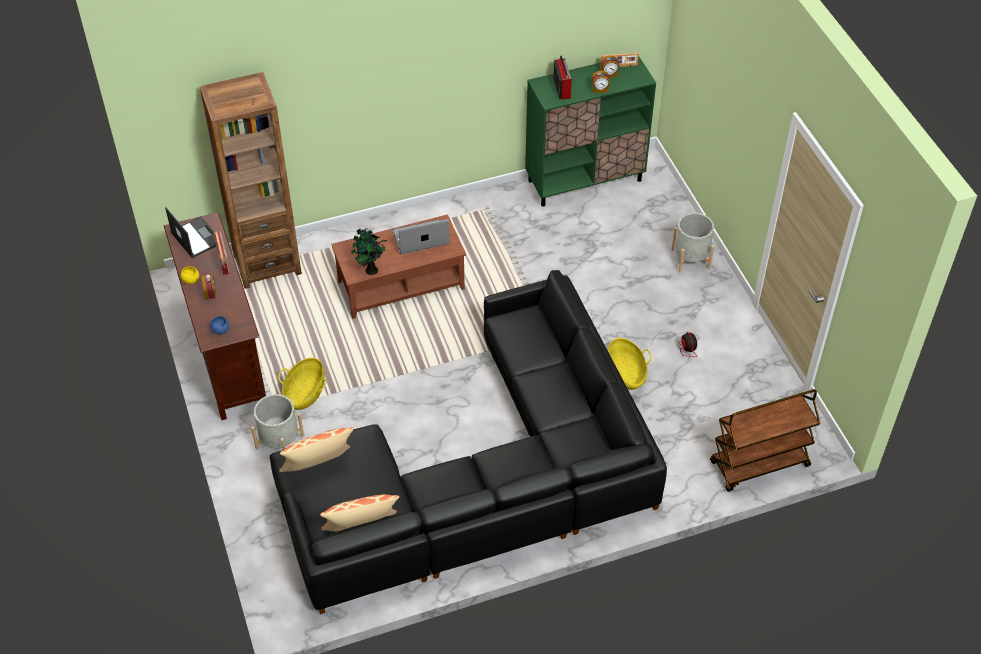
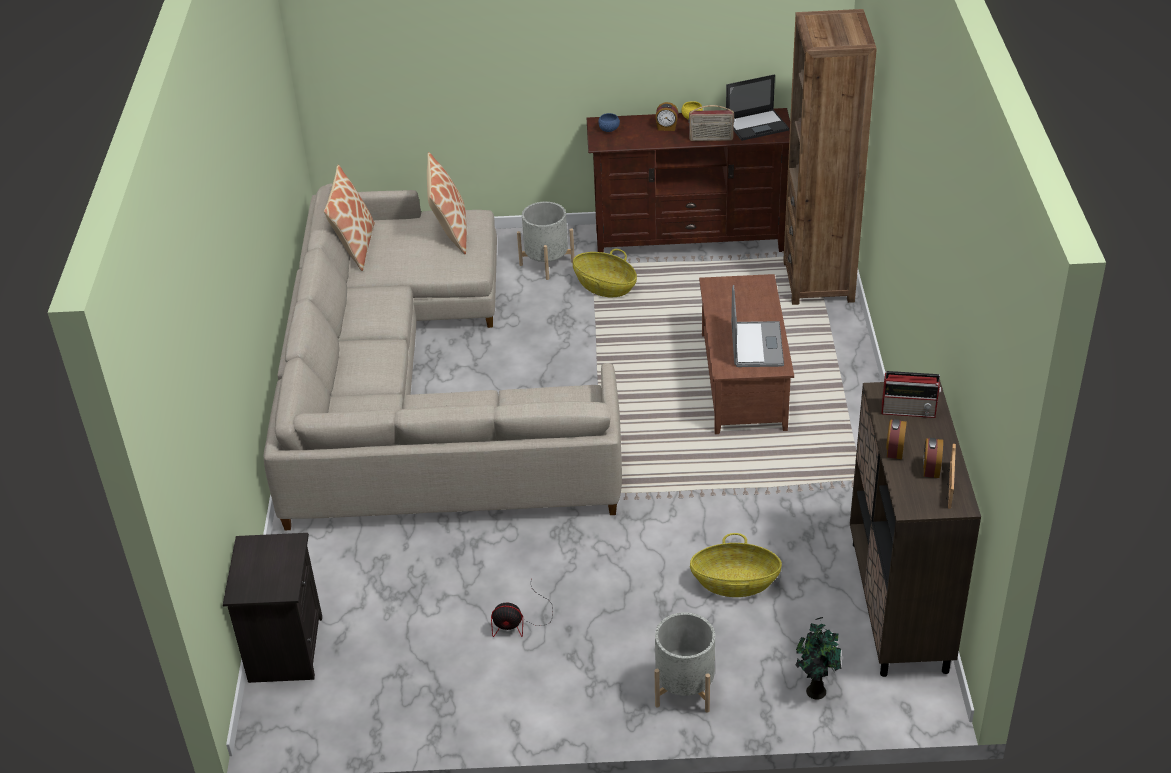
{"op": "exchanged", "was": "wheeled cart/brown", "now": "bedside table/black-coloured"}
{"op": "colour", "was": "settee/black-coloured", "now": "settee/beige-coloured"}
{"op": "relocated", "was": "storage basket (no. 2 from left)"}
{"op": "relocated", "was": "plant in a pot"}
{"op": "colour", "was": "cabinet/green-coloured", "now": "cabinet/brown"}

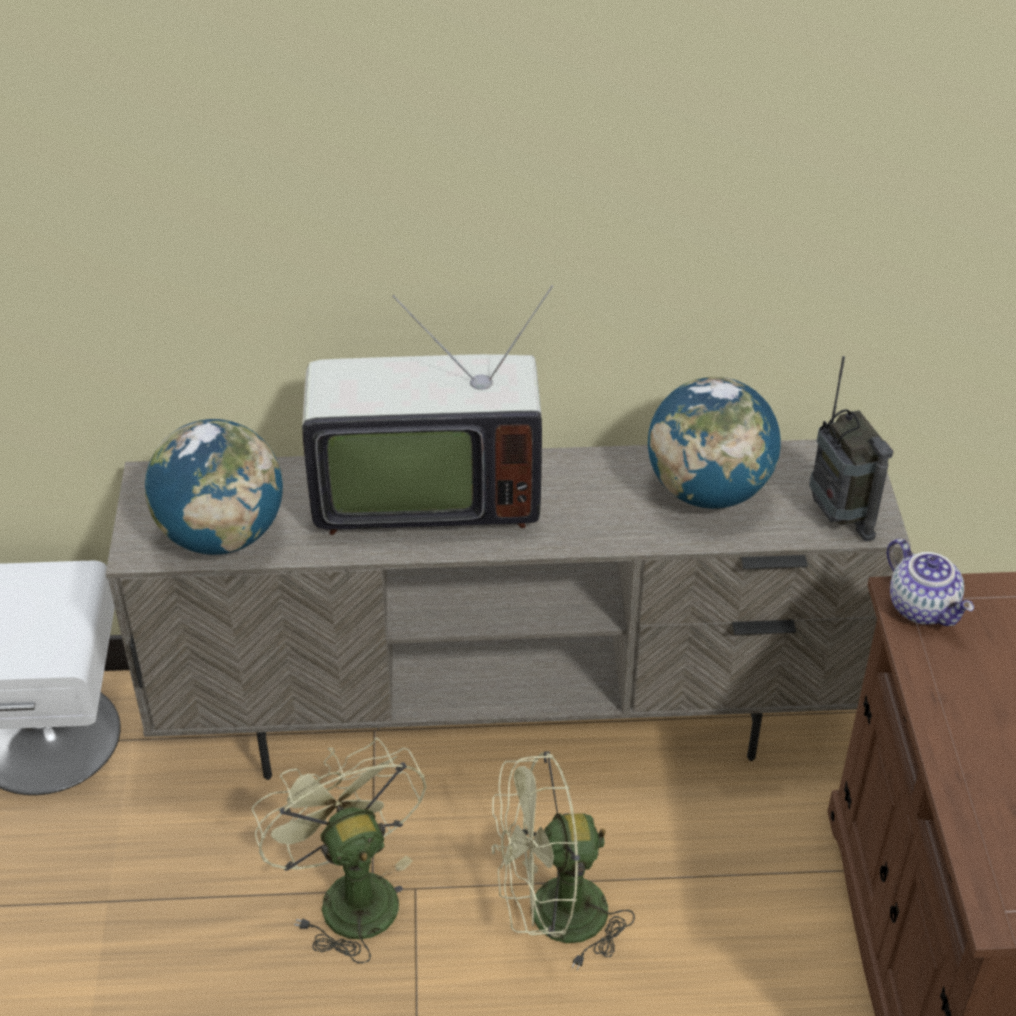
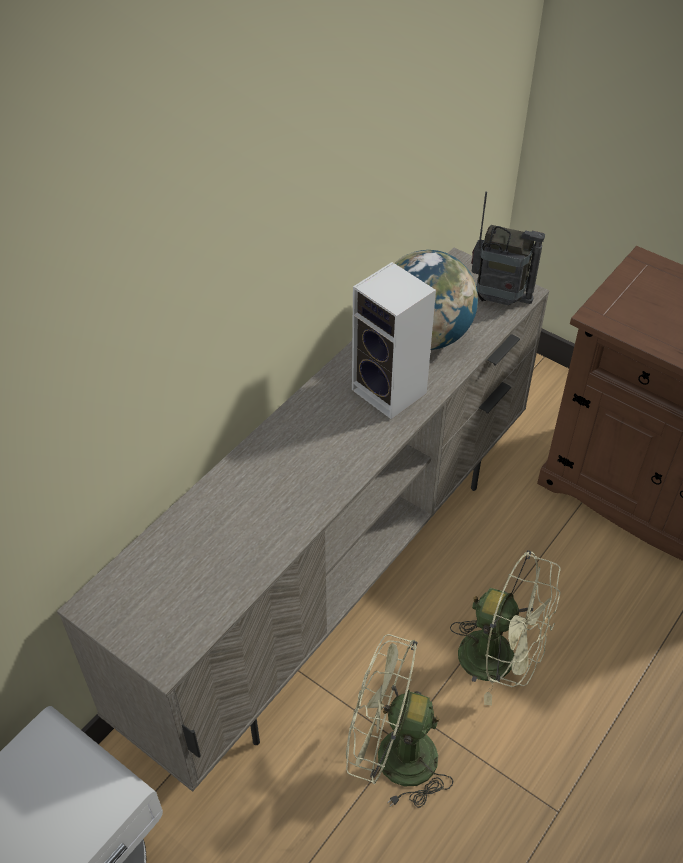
{"op": "appeared", "now": "speaker"}
{"op": "spun", "was": "cooling fan/green-coloured (no. 2 from left)", "clockwise": -90}
{"op": "missing", "was": "desk globe (no. 1 from left)"}
{"op": "missing", "was": "TV set"}
{"op": "missing", "was": "pot for tea"}

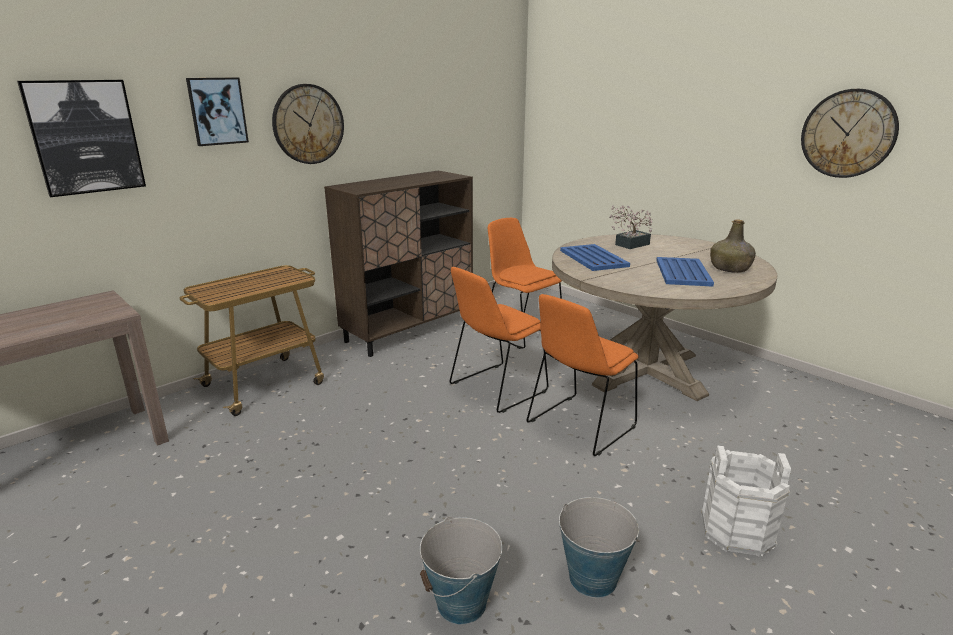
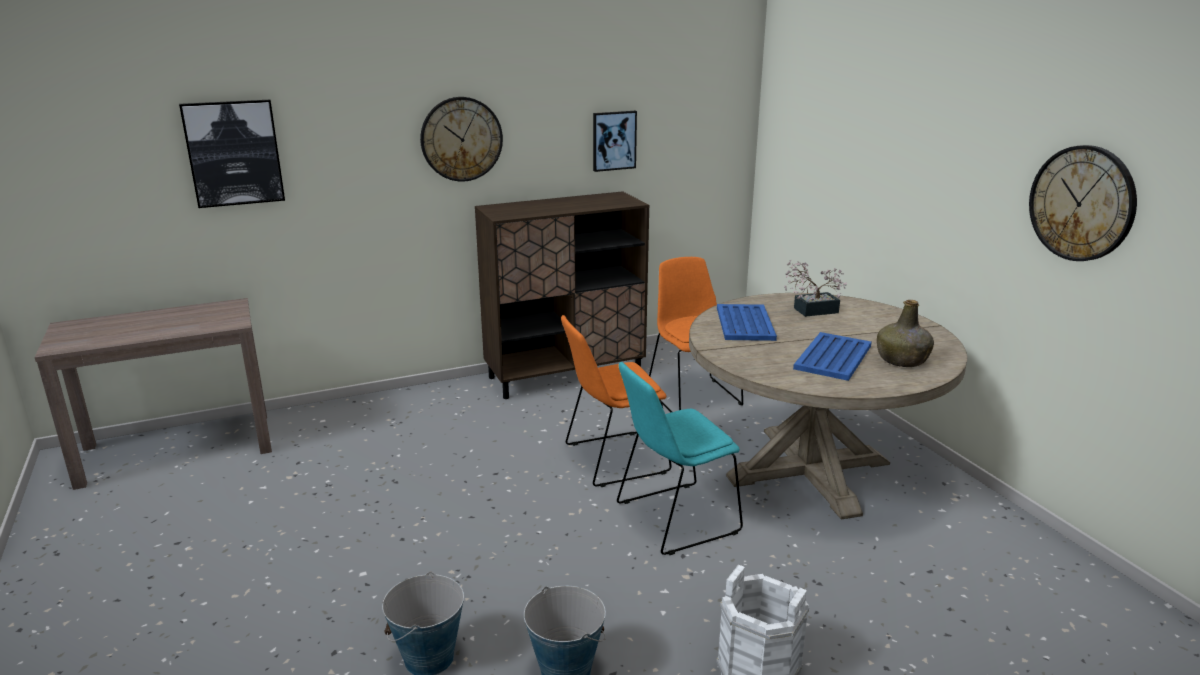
{"op": "relocated", "was": "wall art (no. 2 from left)"}
{"op": "colour", "was": "upright chair/orangey (no. 3 from left)", "now": "upright chair/blue-green"}
{"op": "missing", "was": "wheeled cart"}

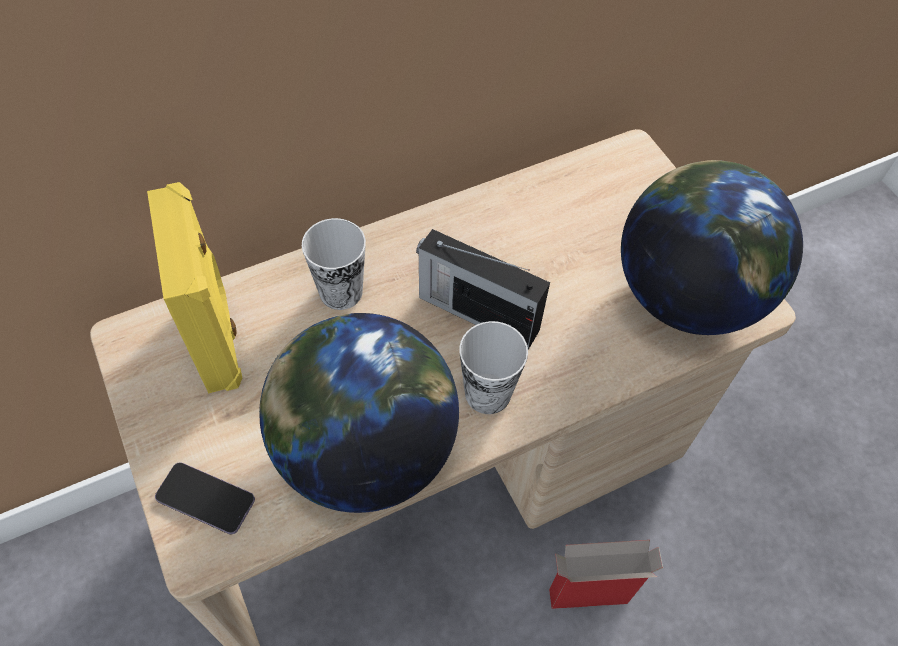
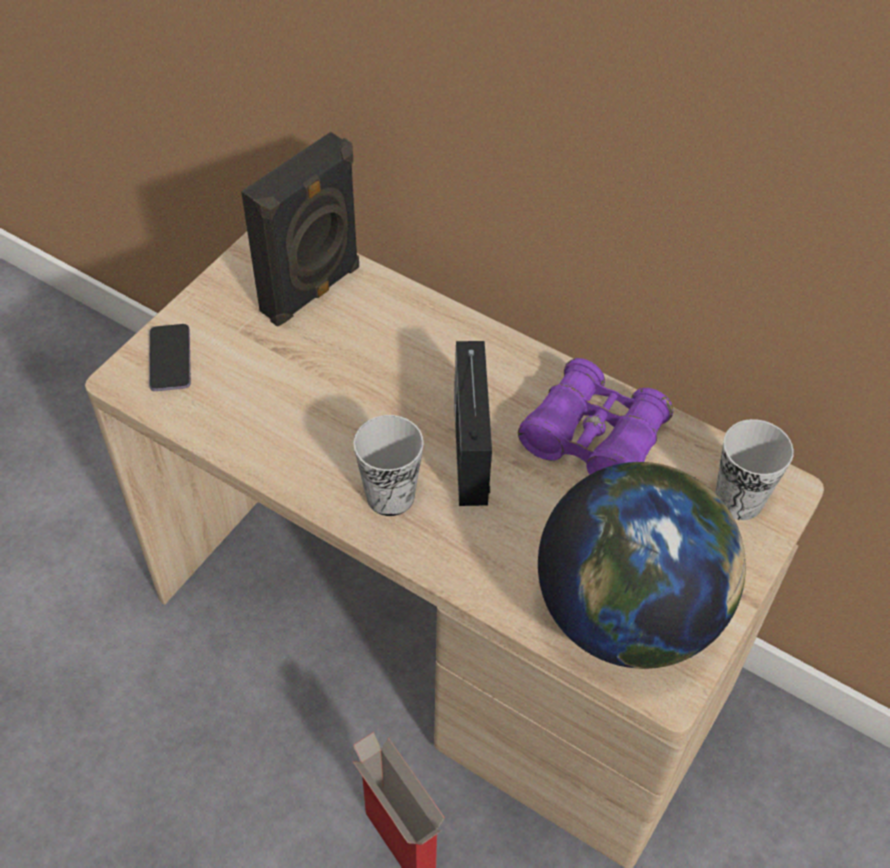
{"op": "colour", "was": "speaker/yellow-coloured", "now": "speaker/black-coloured"}
{"op": "appeared", "now": "pair of binoculars/purplish"}
{"op": "relocated", "was": "cup (no. 1 from left in the first image)", "now": "cup (no. 2 from left)"}
{"op": "missing", "was": "desk globe (no. 1 from left)"}

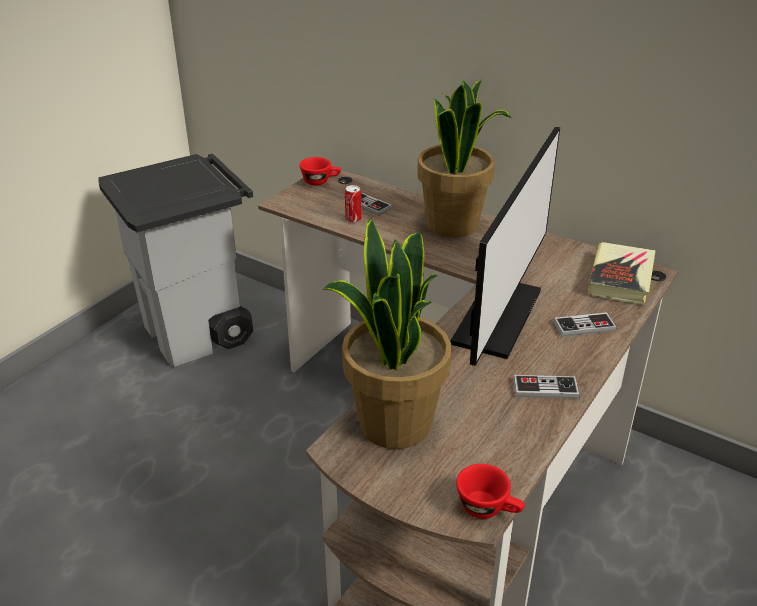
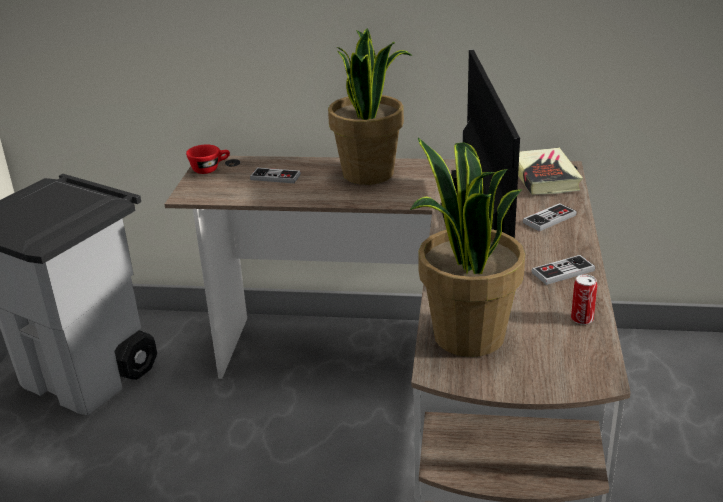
{"op": "relocated", "was": "metal can"}
{"op": "missing", "was": "cup/red-coloured (no. 2 from left)"}

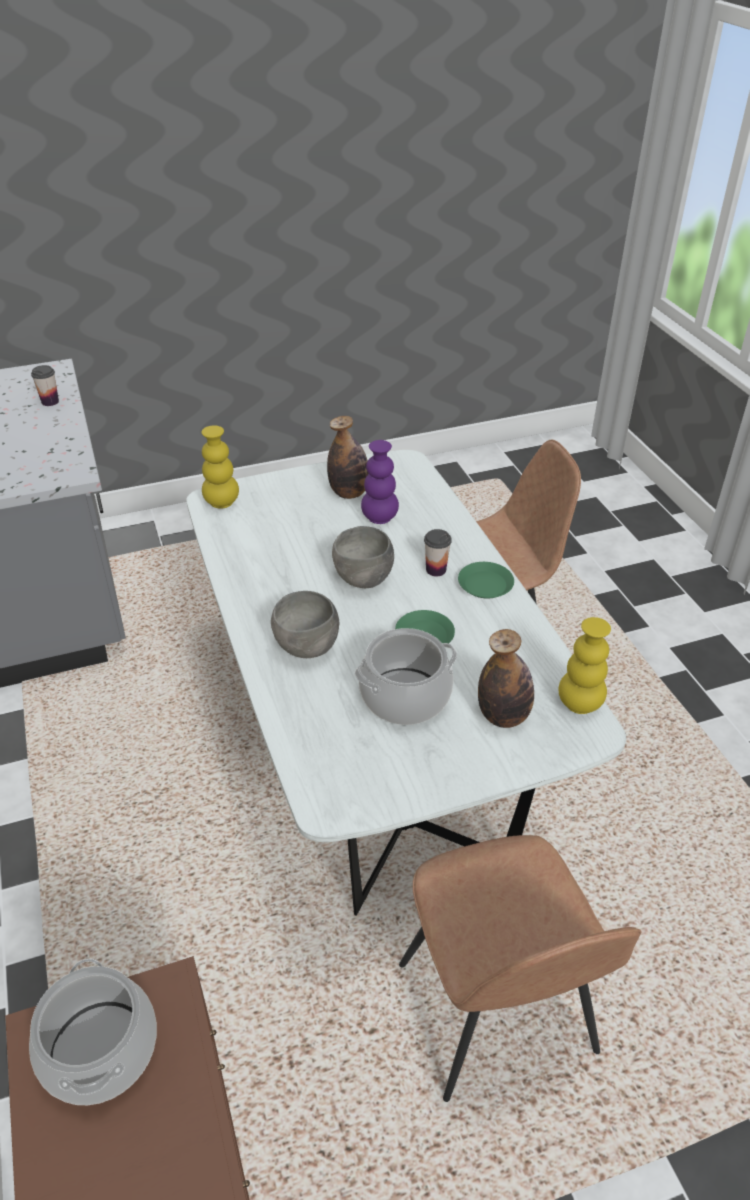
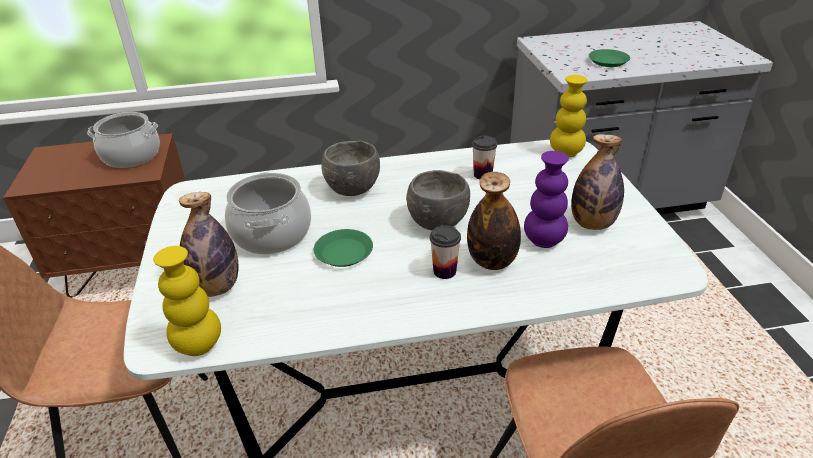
{"op": "appeared", "now": "bottle (no. 2 from left)"}
{"op": "relocated", "was": "cup (no. 1 from left in the first image)", "now": "cup (no. 2 from left)"}
{"op": "relocated", "was": "plate/green-coloured (no. 2 from left)"}

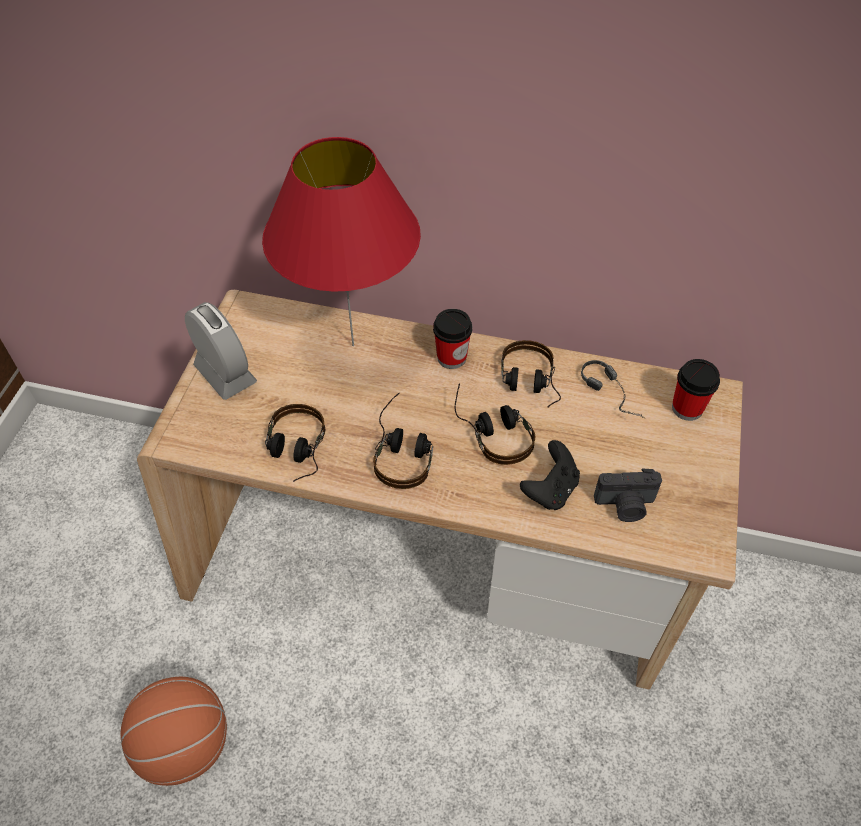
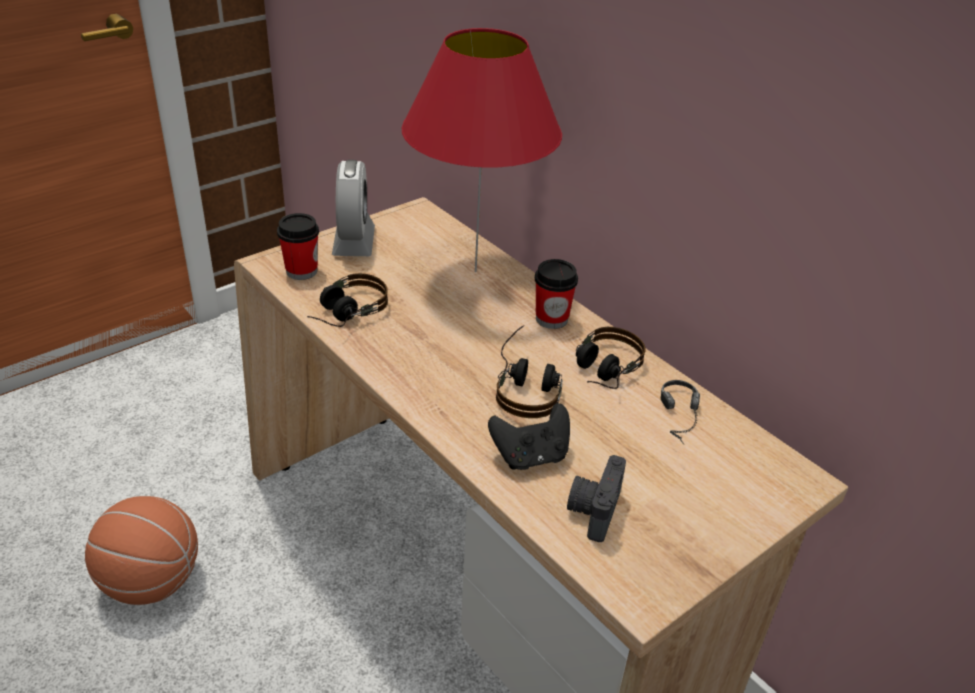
{"op": "relocated", "was": "cup (no. 2 from left in the first image)", "now": "cup (no. 1 from left)"}
{"op": "spun", "was": "still camera", "clockwise": 75}
{"op": "missing", "was": "headphones (no. 2 from left)"}

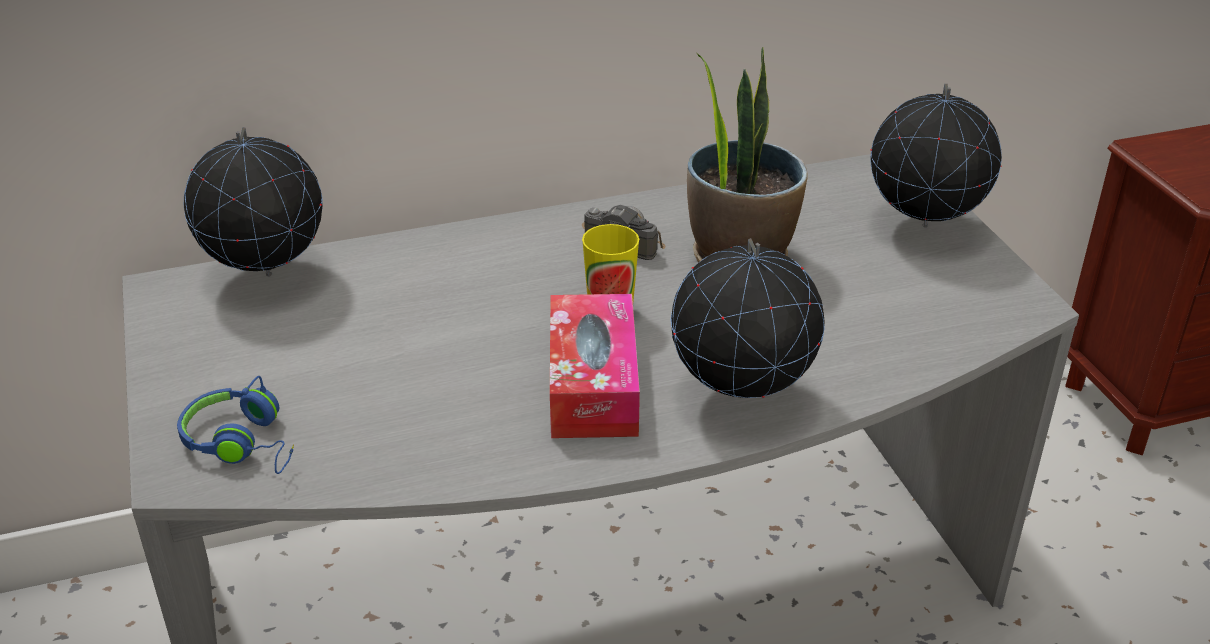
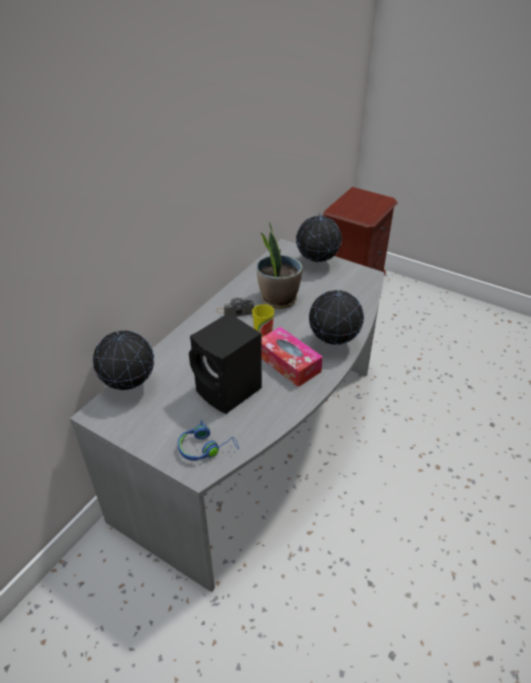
{"op": "appeared", "now": "speaker/black-coloured"}

